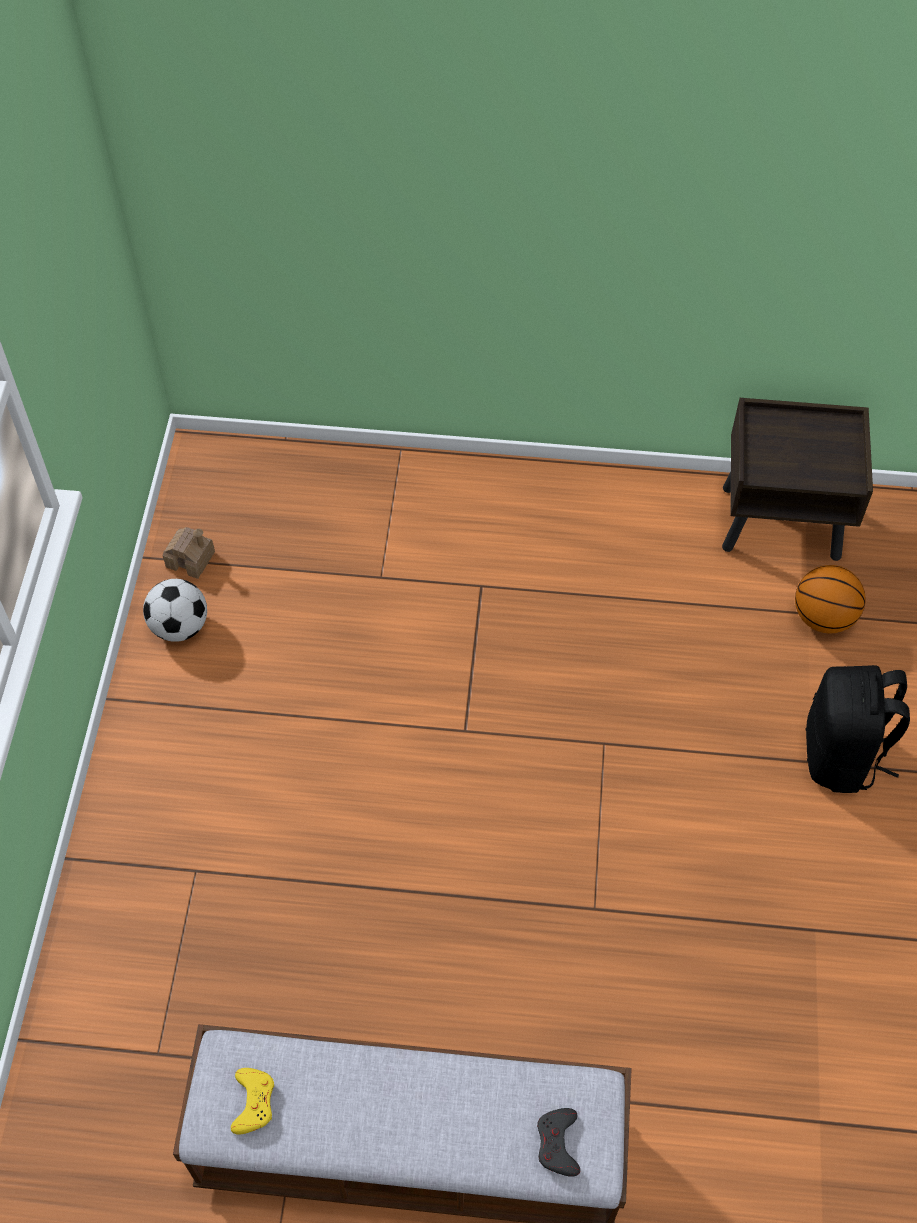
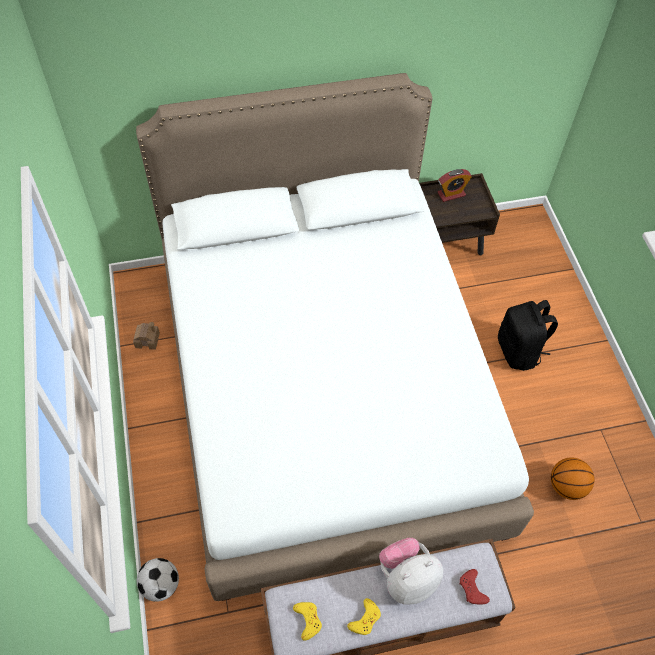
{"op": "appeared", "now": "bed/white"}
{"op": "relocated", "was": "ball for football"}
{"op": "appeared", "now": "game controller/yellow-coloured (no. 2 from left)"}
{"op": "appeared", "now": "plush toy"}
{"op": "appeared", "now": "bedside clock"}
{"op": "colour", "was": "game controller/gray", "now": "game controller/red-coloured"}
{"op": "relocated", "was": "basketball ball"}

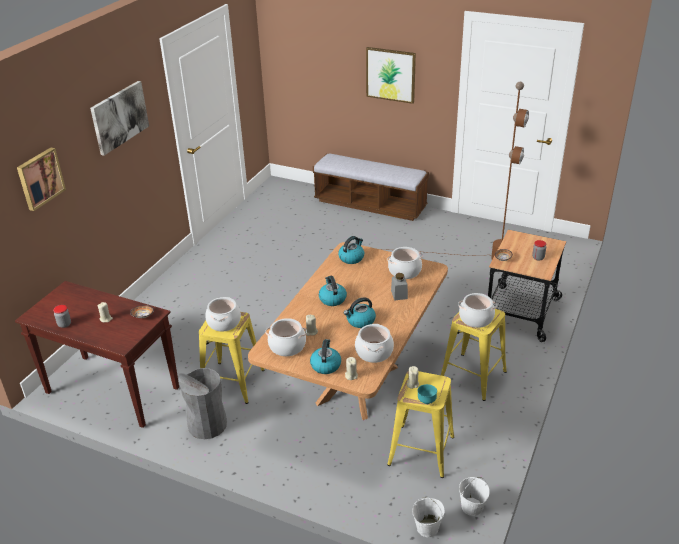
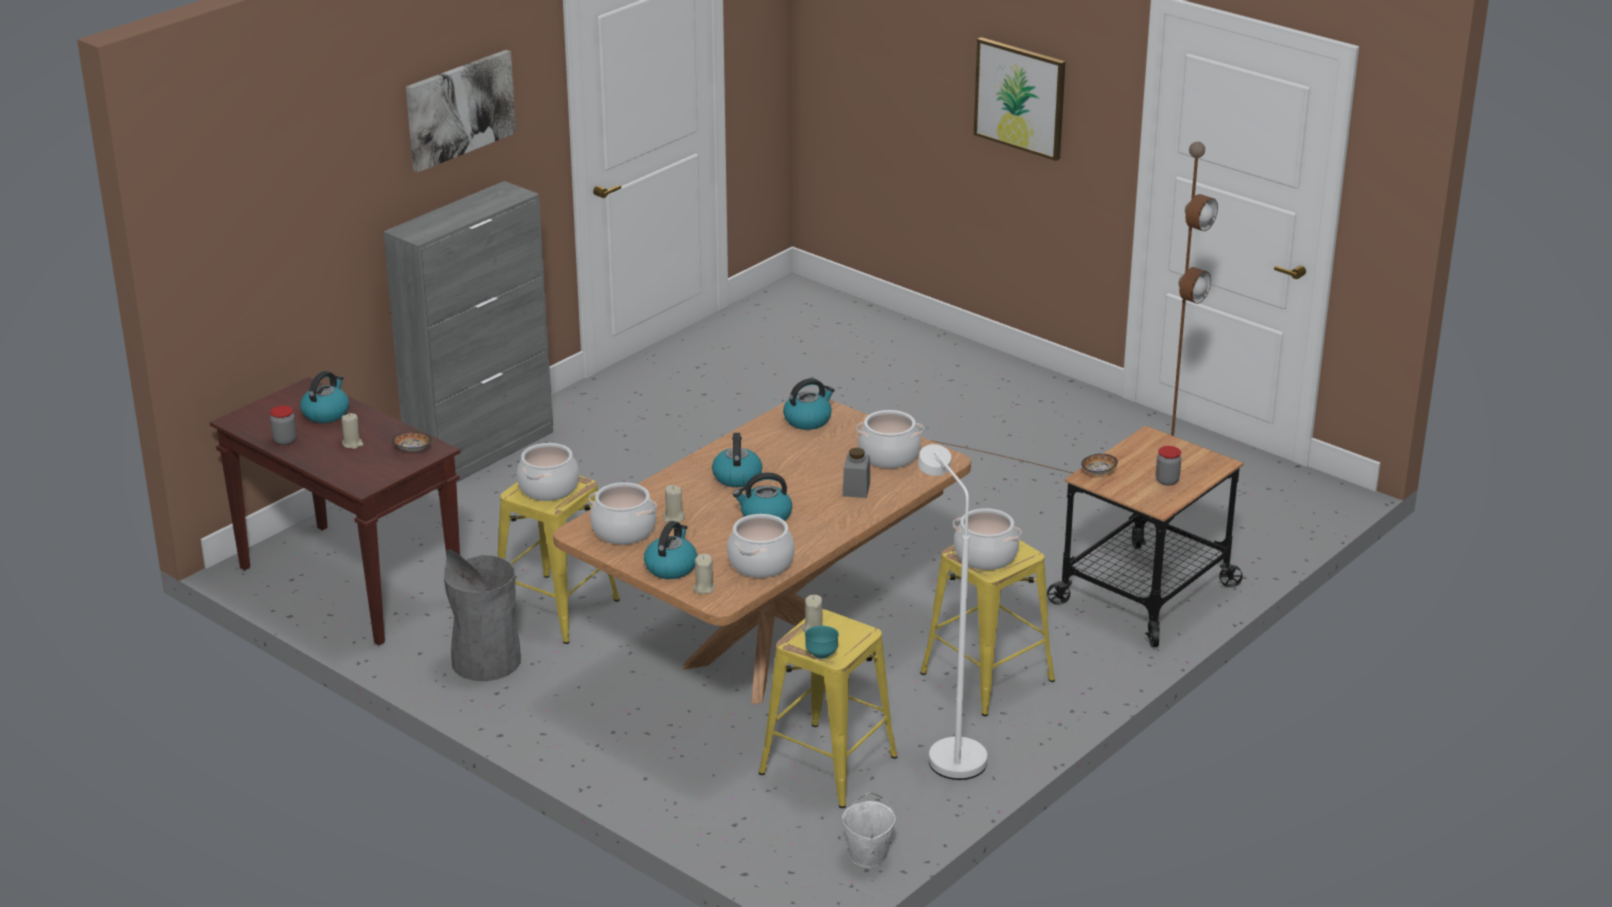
{"op": "appeared", "now": "kettle (no. 1 from left)"}
{"op": "appeared", "now": "cabinet/gray"}
{"op": "appeared", "now": "standard lamp/white"}
{"op": "missing", "was": "wall art (no. 1 from left)"}
{"op": "missing", "was": "long seat"}
{"op": "missing", "was": "pail/white (no. 1 from left)"}

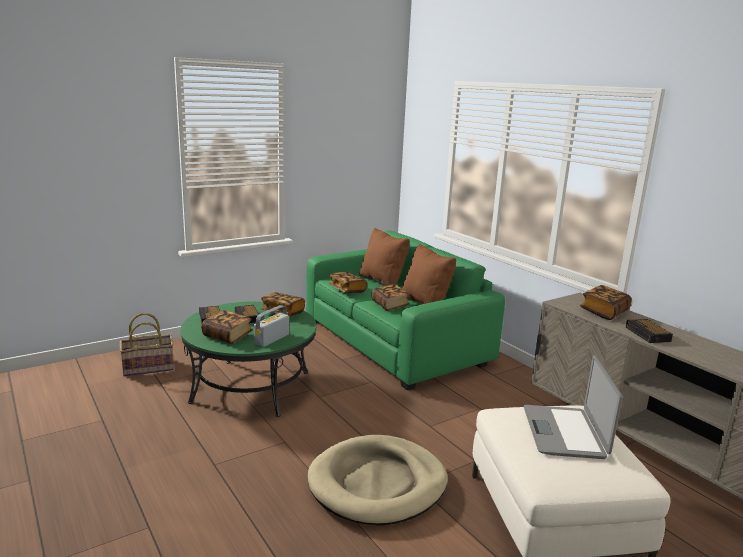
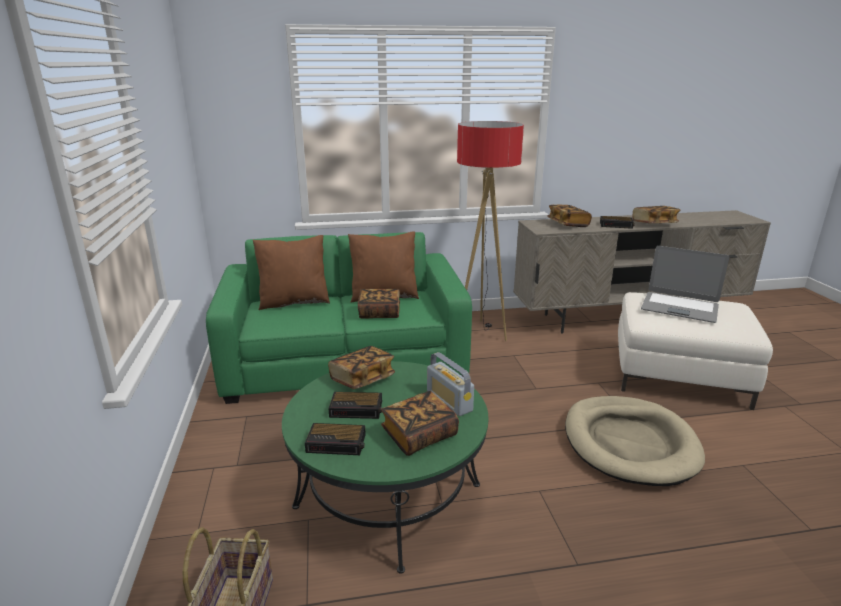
{"op": "appeared", "now": "standard lamp"}
{"op": "relocated", "was": "book (no. 3 from left in the first image)", "now": "book (no. 5 from left)"}

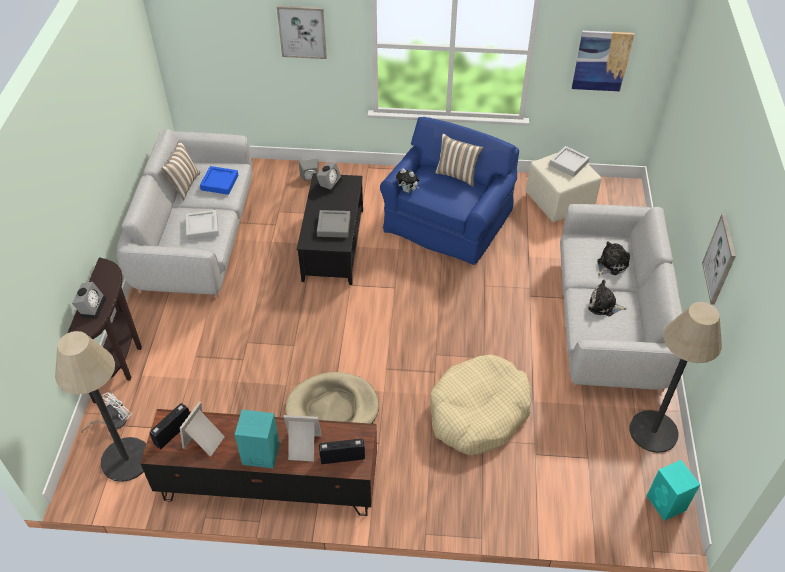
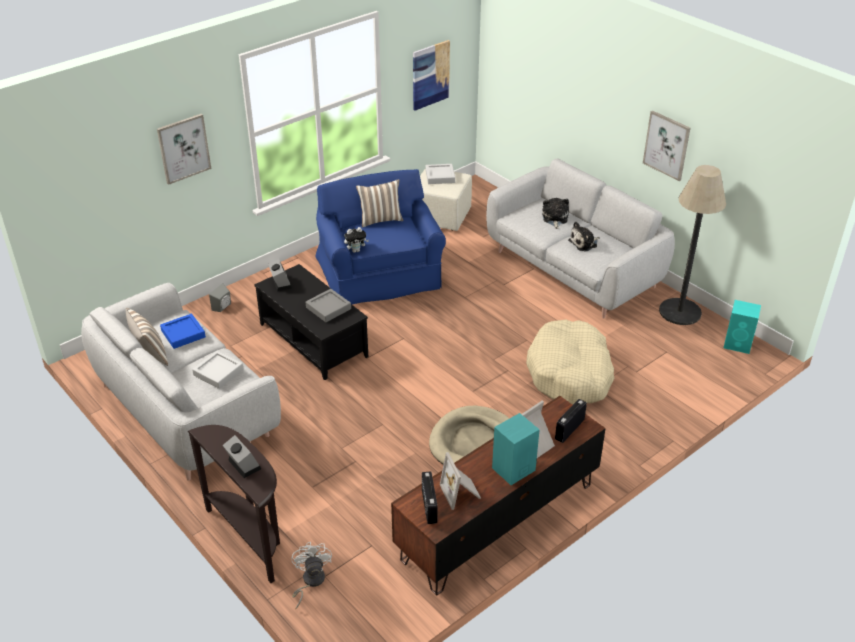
{"op": "missing", "was": "standard lamp (no. 1 from left)"}

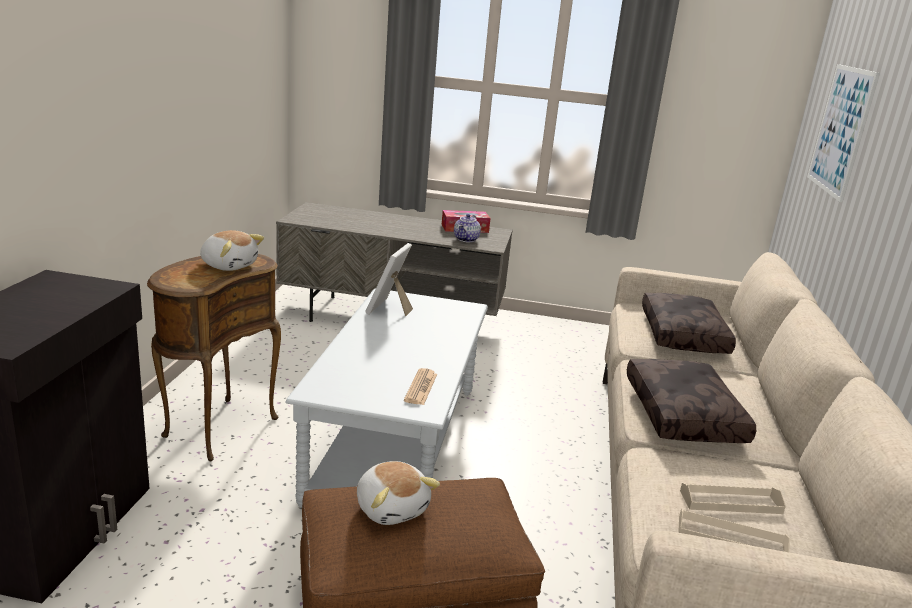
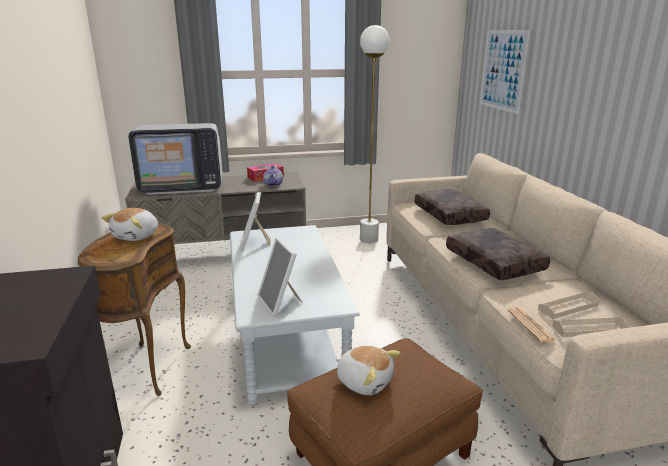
{"op": "spun", "was": "plush toy (no. 1 from left)", "clockwise": 105}
{"op": "appeared", "now": "TV set"}
{"op": "appeared", "now": "picture frame (no. 2 from left)"}
{"op": "appeared", "now": "standard lamp/white"}
{"op": "relocated", "was": "daily paper"}

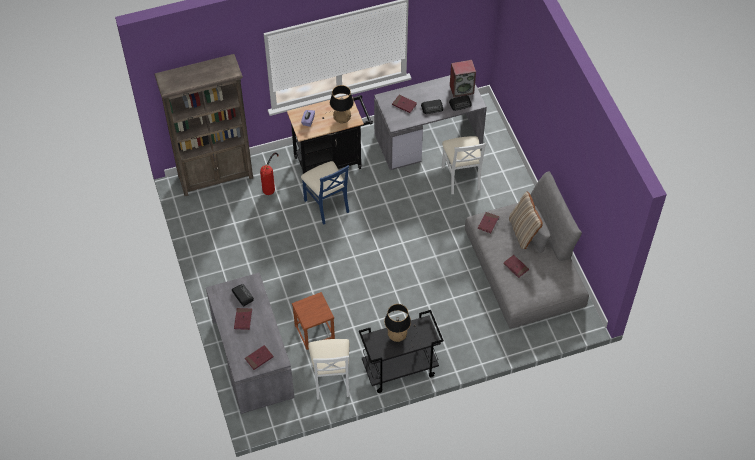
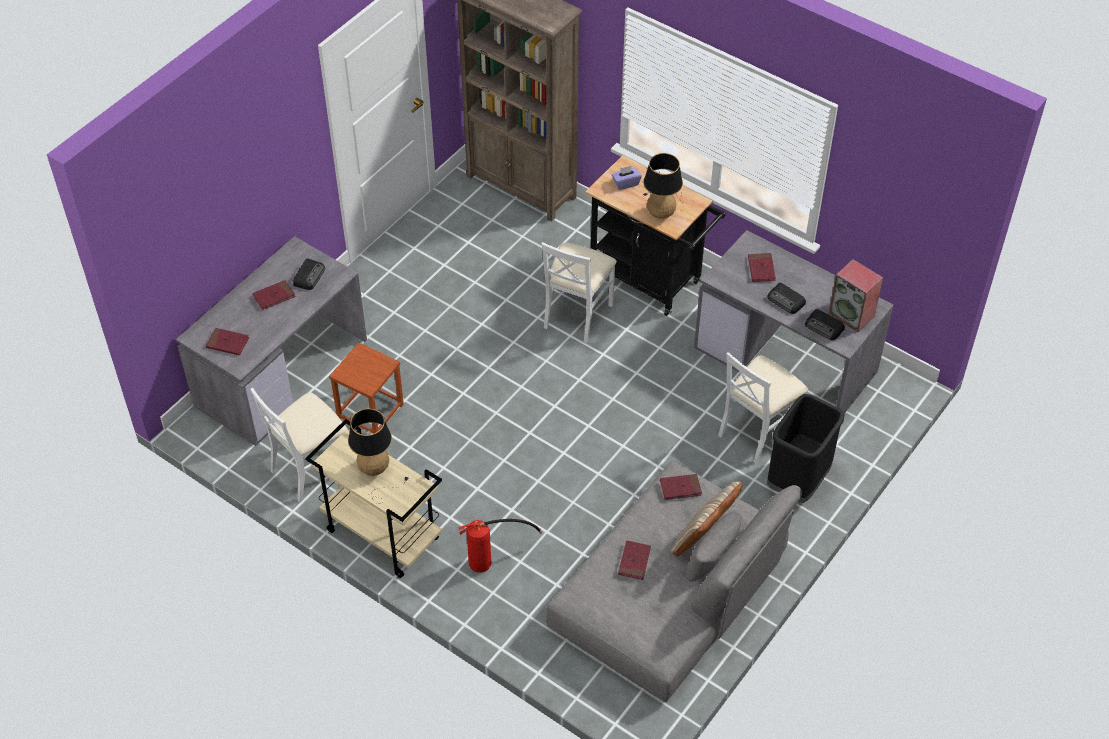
{"op": "colour", "was": "wheeled cart/black-coloured (no. 2 from left)", "now": "wheeled cart/beige-coloured"}
{"op": "relocated", "was": "fire extinguisher"}
{"op": "colour", "was": "upright chair/blue-coloured", "now": "upright chair/white (no. 2 from left)"}
{"op": "appeared", "now": "trash can/black-coloured"}

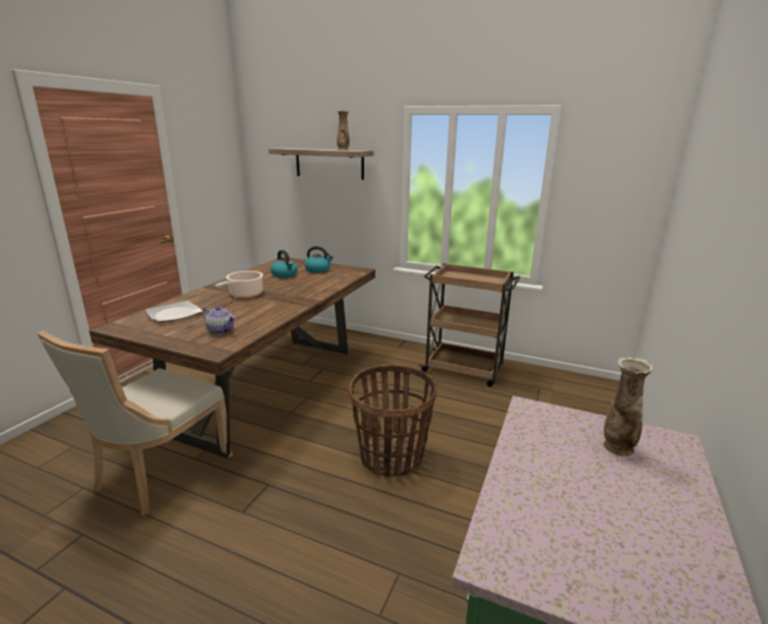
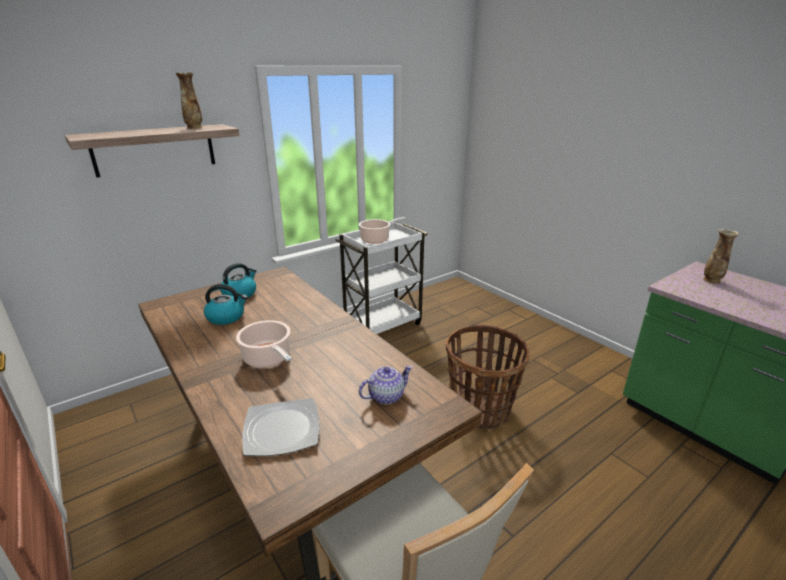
{"op": "colour", "was": "wheeled cart/brown", "now": "wheeled cart/white"}
{"op": "appeared", "now": "saucepot (no. 2 from left)"}

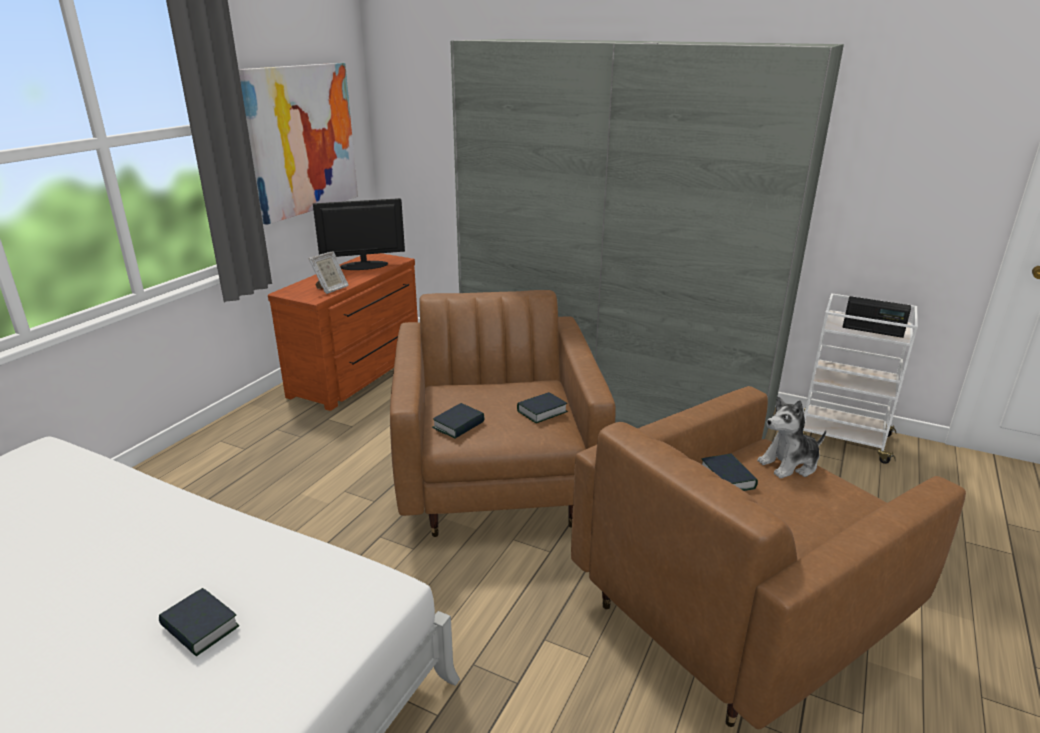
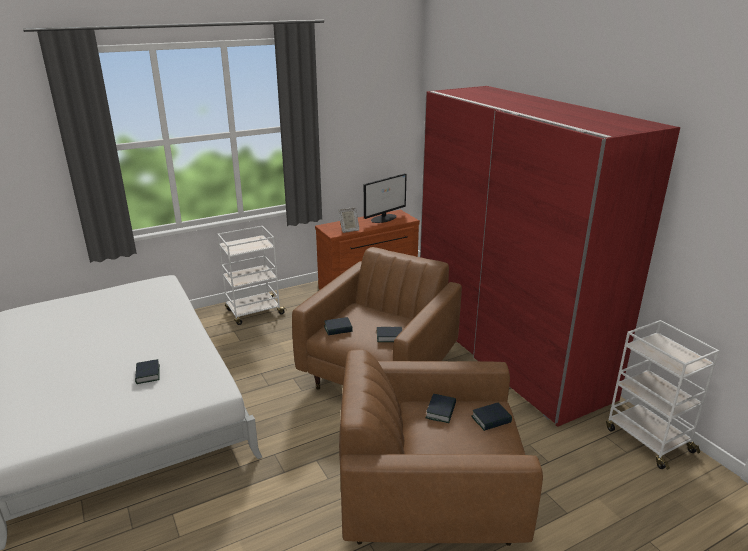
{"op": "appeared", "now": "wheeled cart/white (no. 1 from left)"}
{"op": "spun", "was": "computer screen", "clockwise": 120}
{"op": "colour", "was": "wardrobe/gray", "now": "wardrobe/red-coloured"}
{"op": "exchanged", "was": "plush toy", "now": "book (no. 5 from left)"}
{"op": "missing", "was": "wall art"}
{"op": "missing", "was": "radio receiver"}

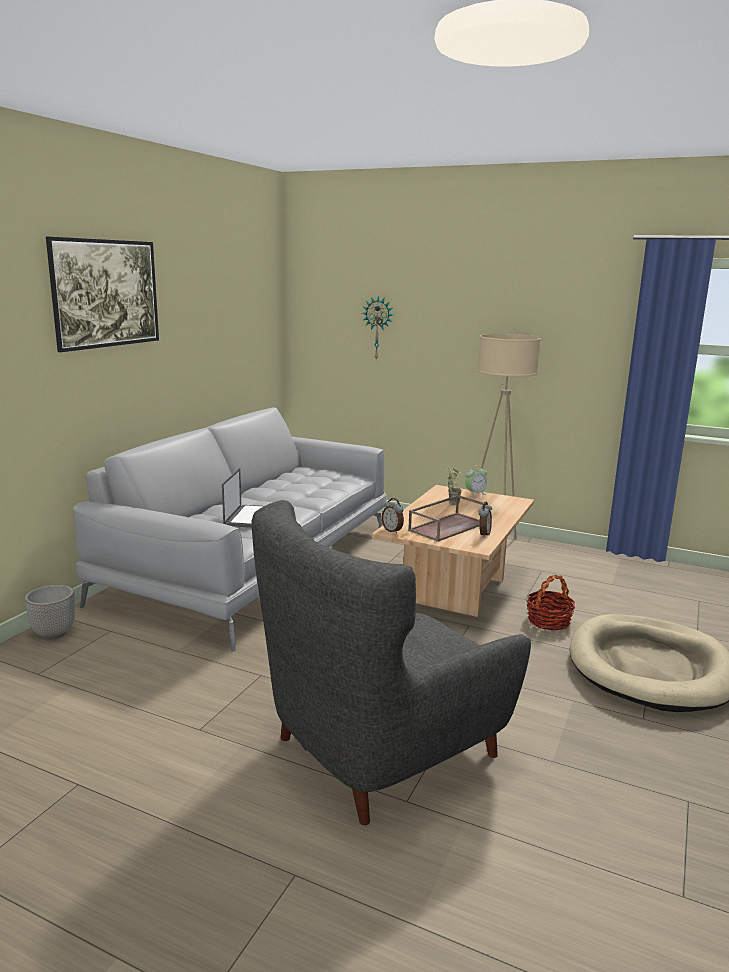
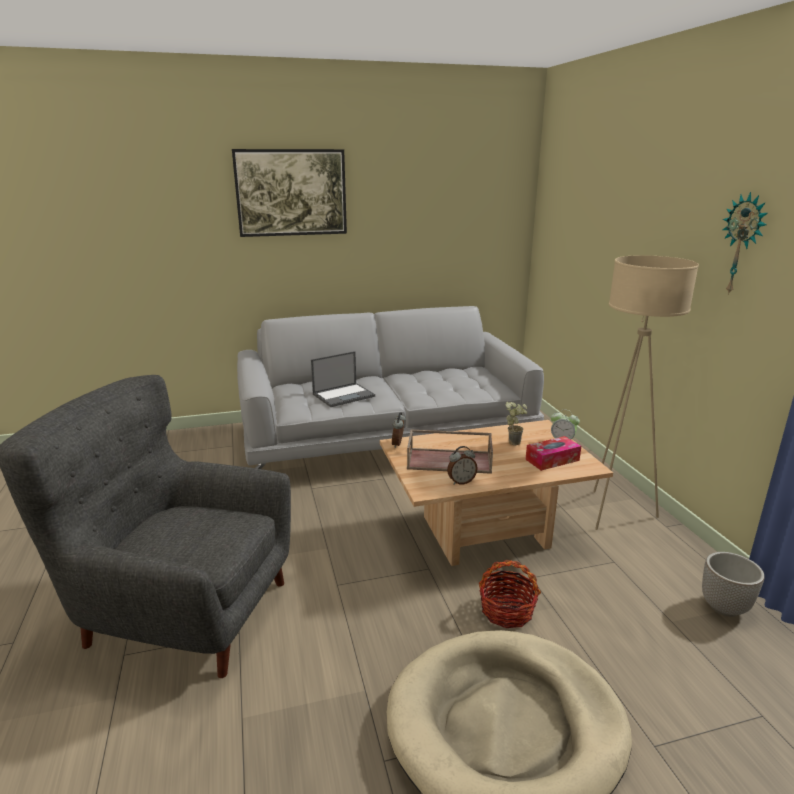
{"op": "appeared", "now": "box of tissues"}
{"op": "relocated", "was": "flower pot"}
{"op": "relocated", "was": "hanging clock"}

